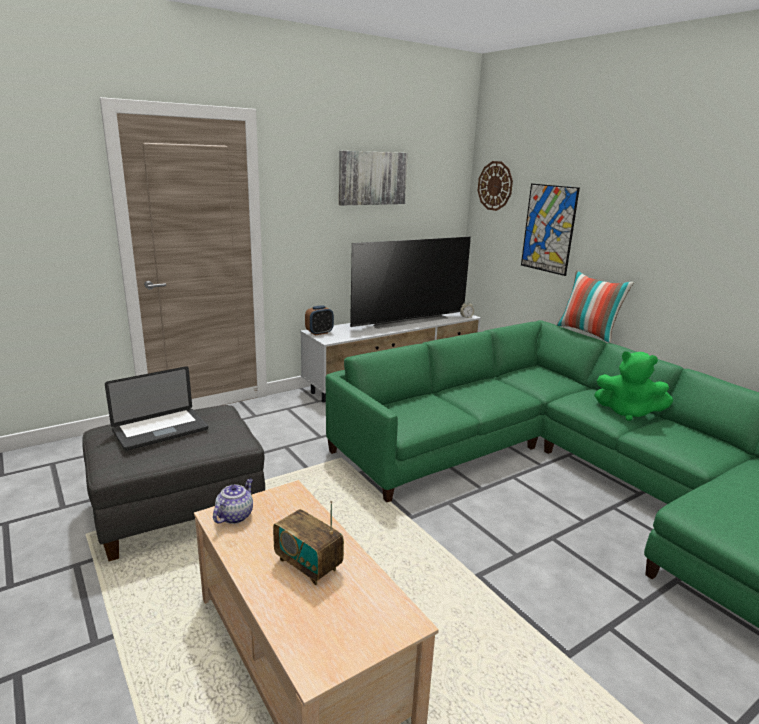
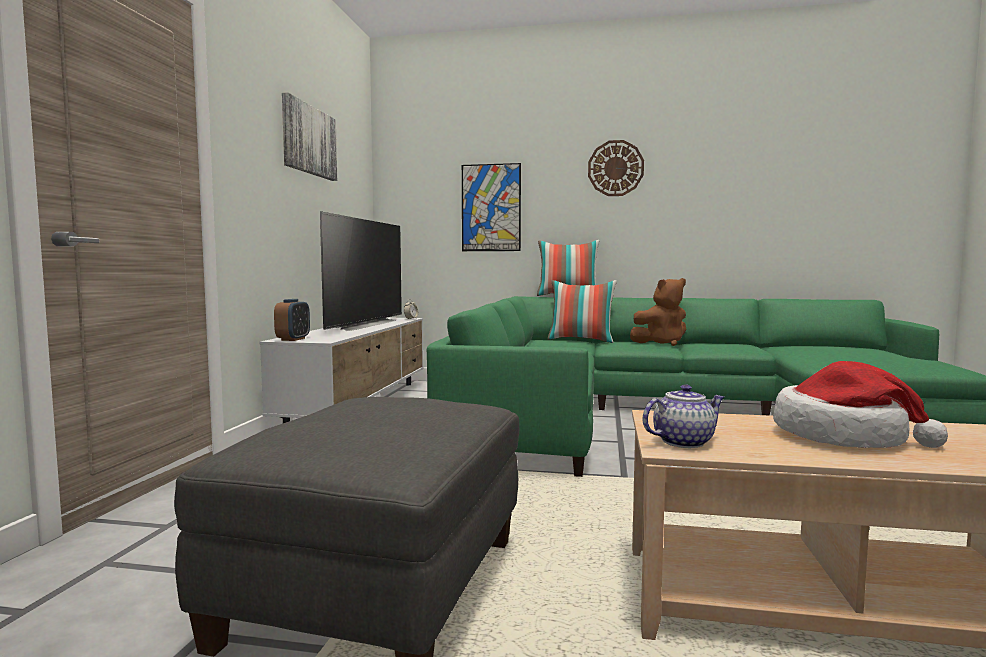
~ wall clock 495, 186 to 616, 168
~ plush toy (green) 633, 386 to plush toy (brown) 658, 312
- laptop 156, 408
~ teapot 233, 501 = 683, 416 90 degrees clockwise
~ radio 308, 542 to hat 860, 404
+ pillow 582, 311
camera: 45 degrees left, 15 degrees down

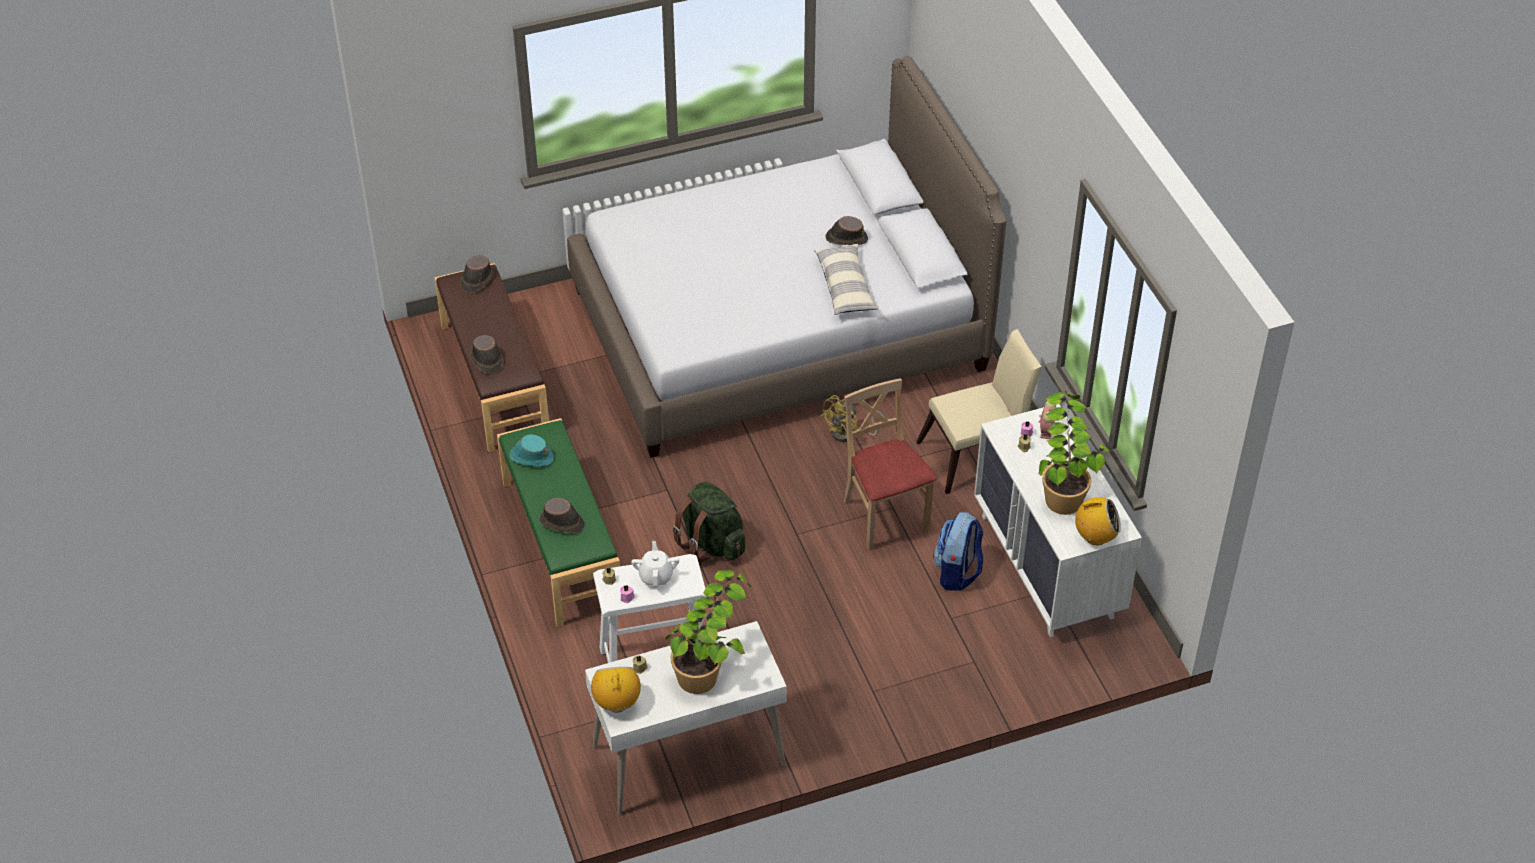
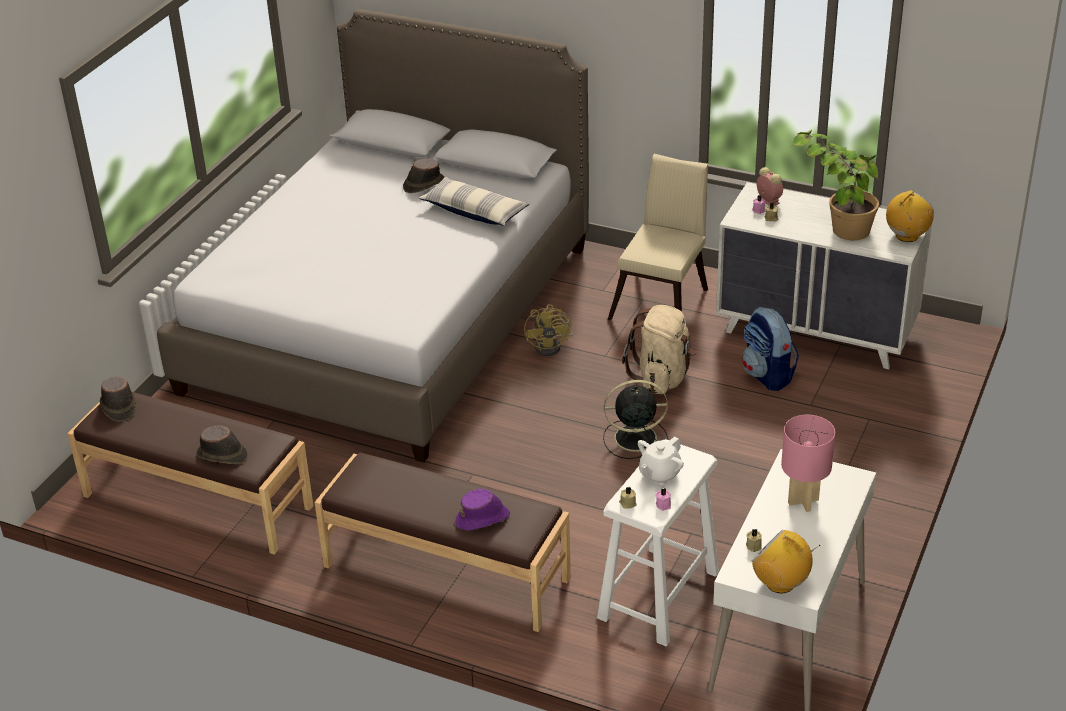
~ chair (beige) 890, 464 to backpack (beige) 659, 349
~ bench (green) 558, 522 to bench (brown) 443, 542
- hat (turquoise) 532, 450
- backpack (green) 709, 522
~ hat (brown) 561, 516 to hat (purple) 482, 510
~ teapot (white) 655, 563 = 661, 460 90 degrees counterclockwise
~ potted plant 708, 632 to table lamp (pink) 808, 463
+ fan (black) 635, 419
camera: 45 degrees left, 10 degrees down

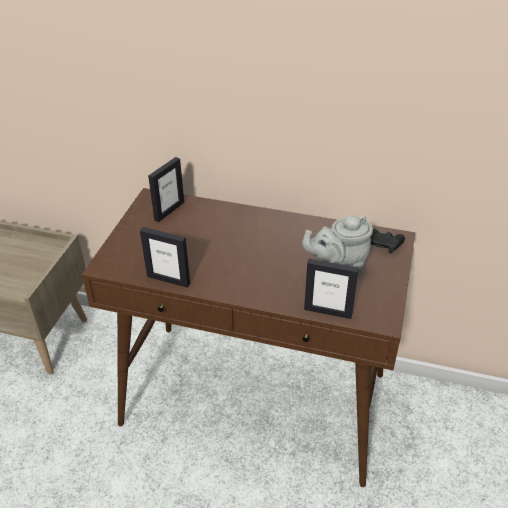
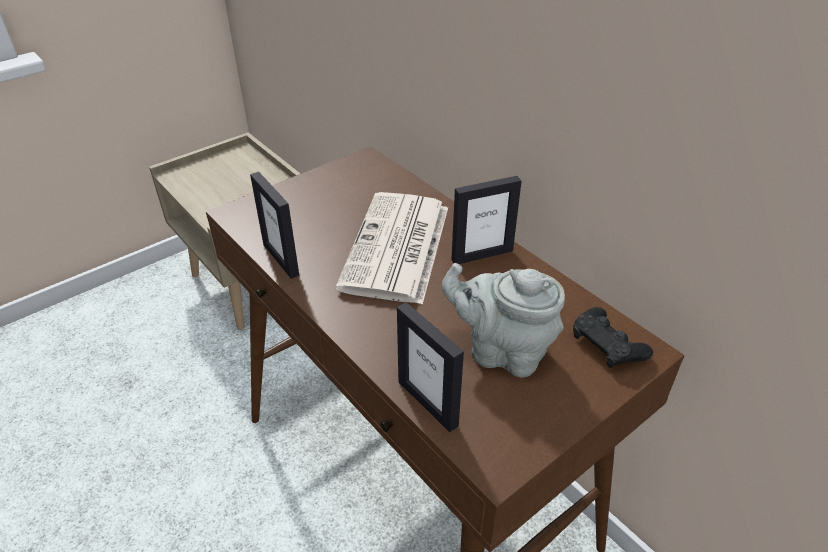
~ picture frame 166, 189 to 486, 220
+ newspaper 392, 248
camera: 35 degrees right, 0 degrees up

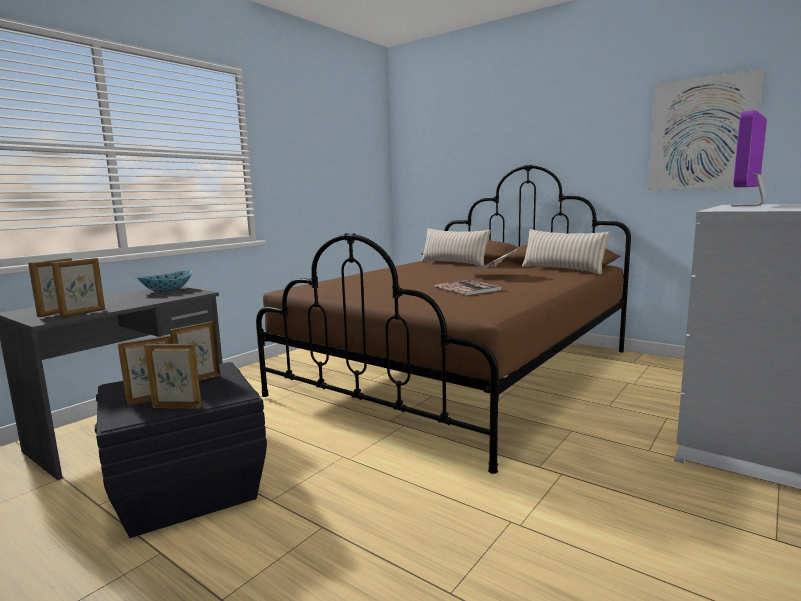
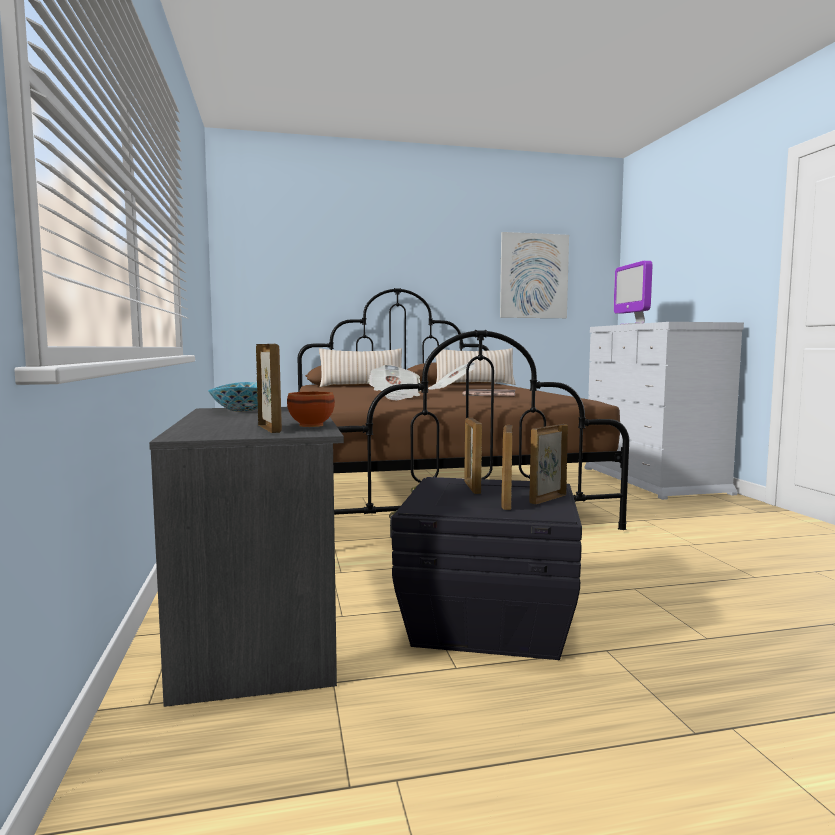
~ picture frame 78, 287 to bowl (brown) 311, 409
+ newspaper 394, 382
camera: 50 degrees left, 5 degrees down

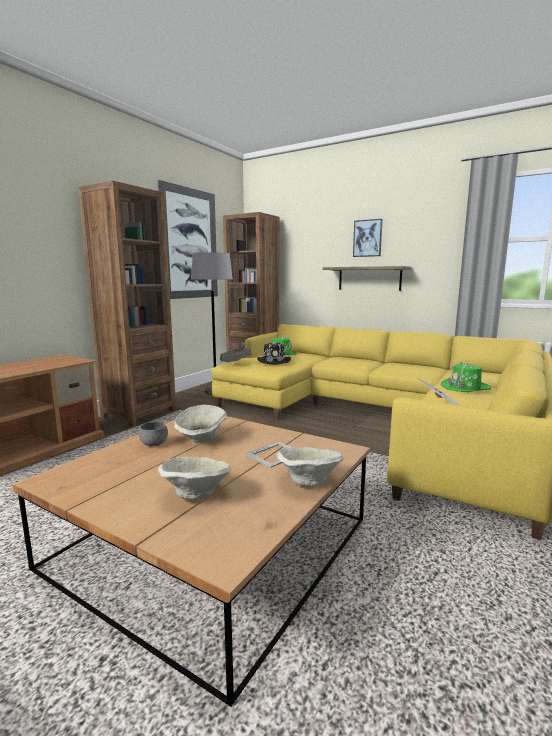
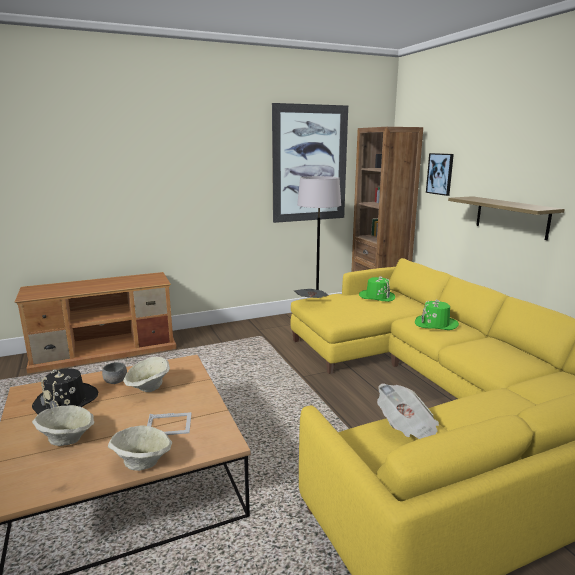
- bookcase (brown) 127, 304
~ picture 368, 238 to 440, 174
~ hat (black) 274, 353 to 65, 391
~ hat (green) 466, 376 to 437, 314
camera: 35 degrees right, 5 degrees up

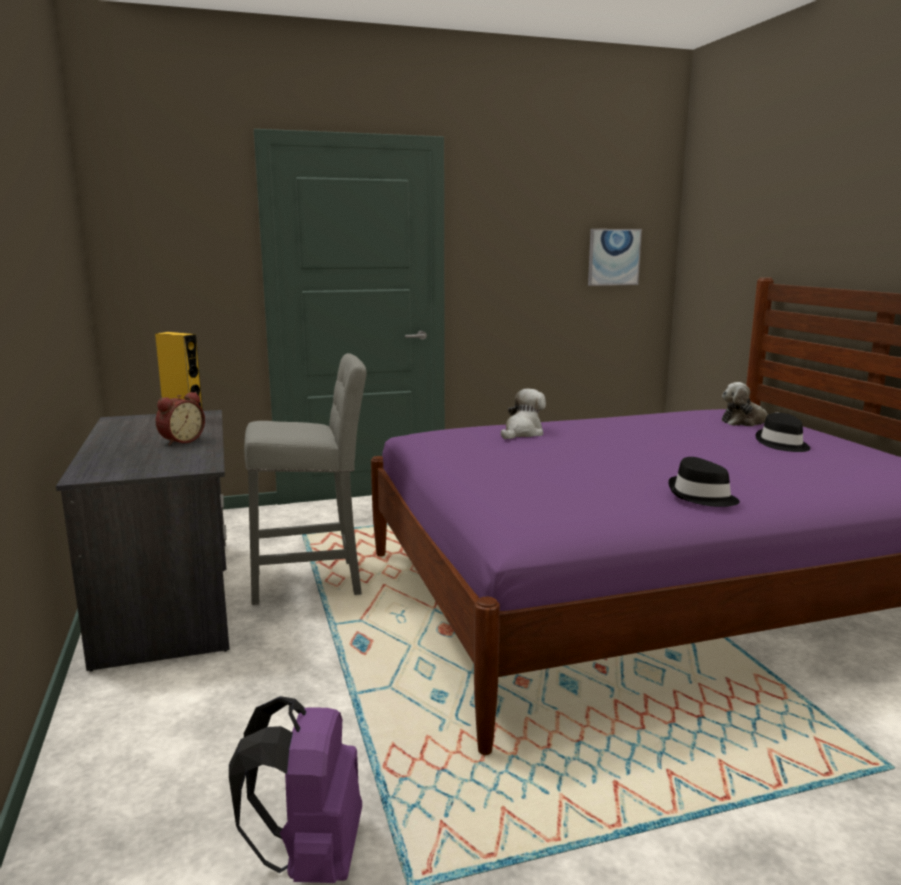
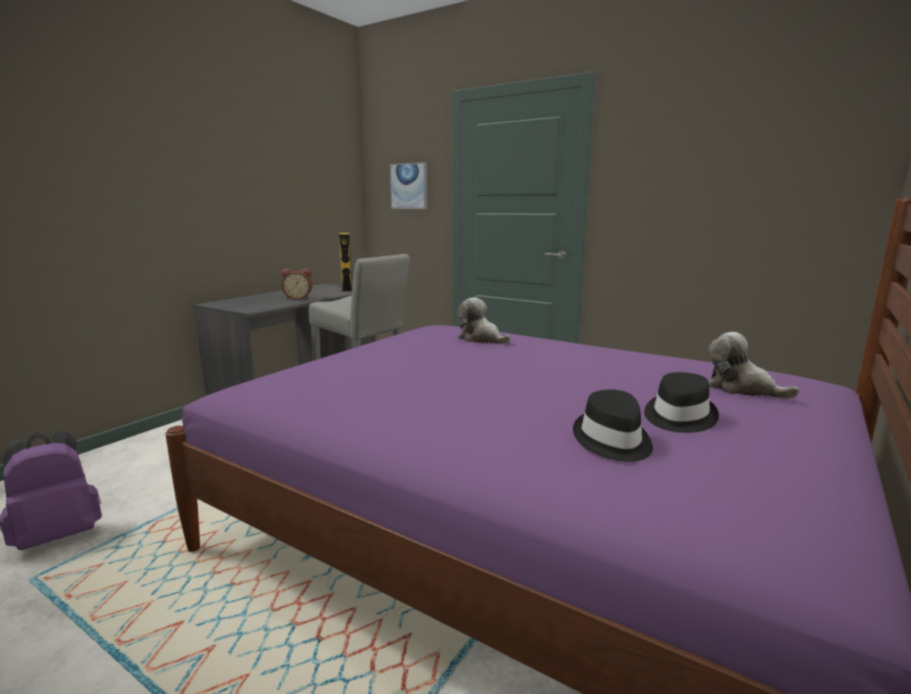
~ picture 615, 257 to 408, 185
~ plush toy 523, 414 = 484, 320 135 degrees counterclockwise
~ hat (black) 704, 482 to 613, 425
camera: 50 degrees right, 0 degrees up

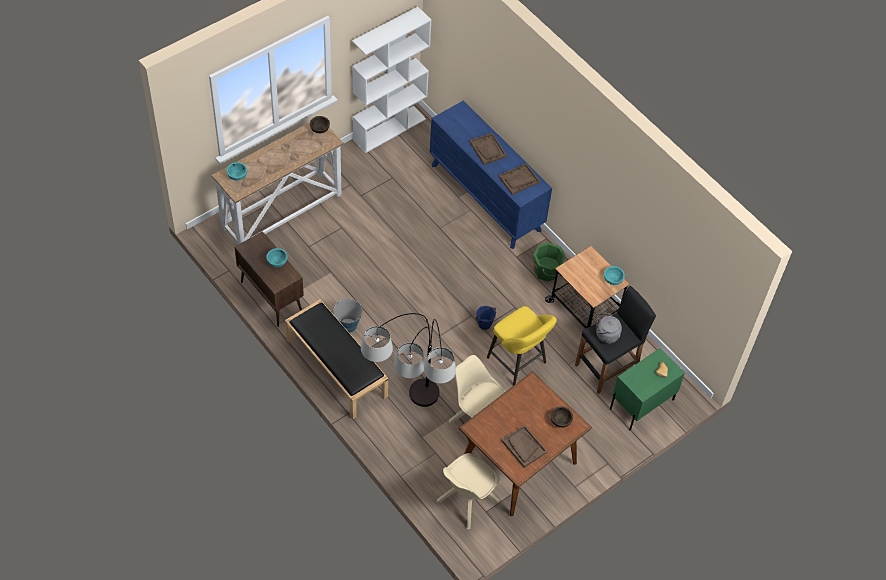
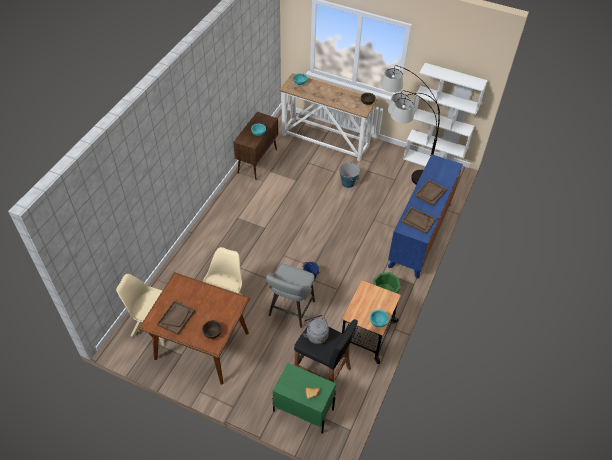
- bench (black) 336, 359
~ bucket 348, 316 to 349, 175
~ stool (yellow) 522, 345 to stool (grey) 290, 296
~ floor lamp 408, 360 to 410, 125
camera: 65 degrees right, 5 degrees down

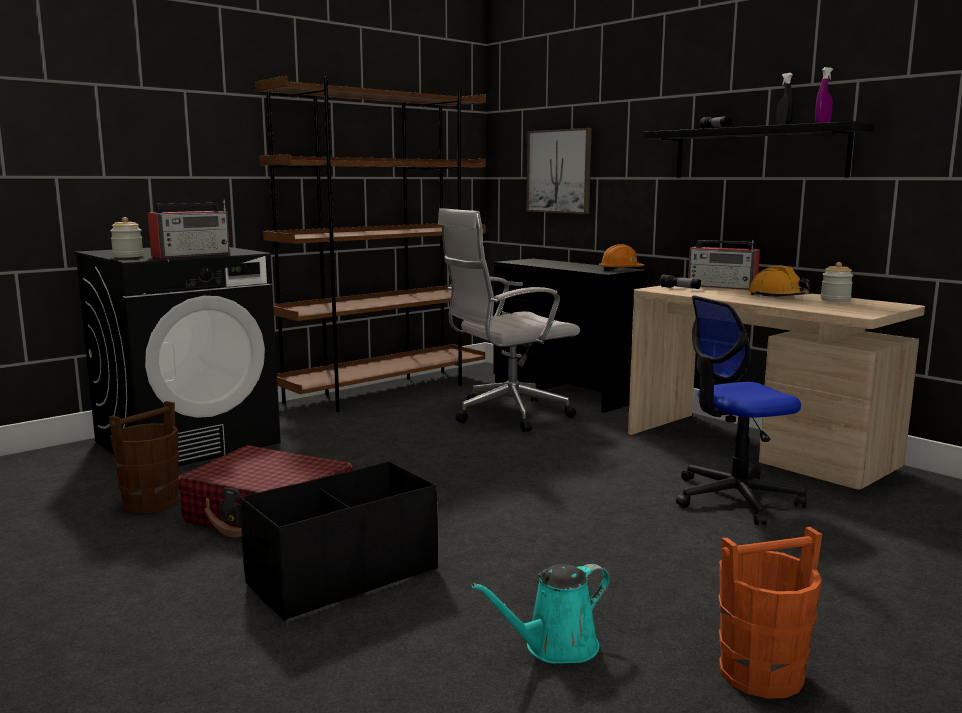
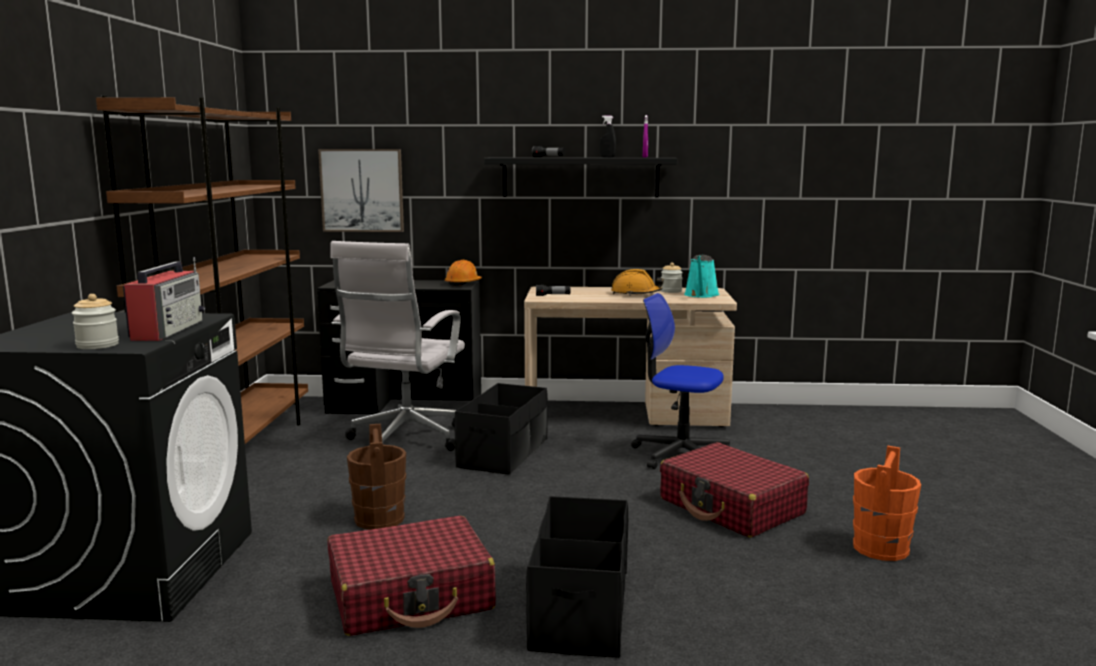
- radio 724, 265
~ office chair 741, 410 = 680, 381 90 degrees clockwise
~ bucket (brown) 144, 457 to 376, 477
~ watering can (turquoise) 540, 614 to 702, 276
+ storage box (black) 501, 429
+ suitcase (red) 734, 490
camera: 45 degrees left, 0 degrees up

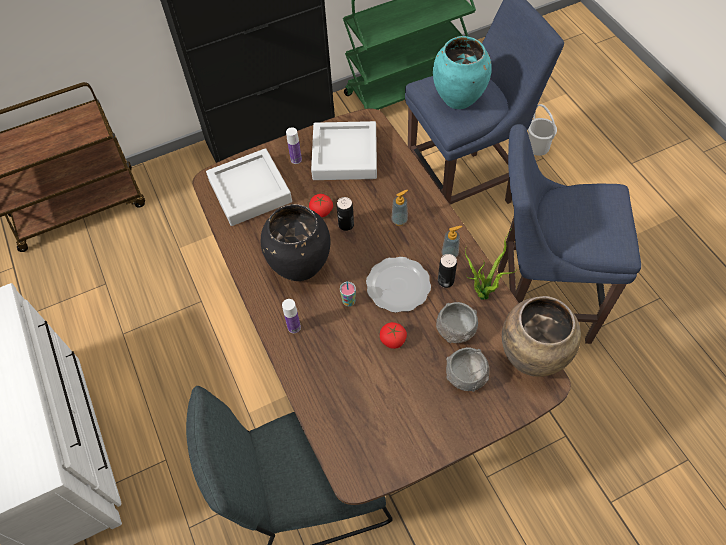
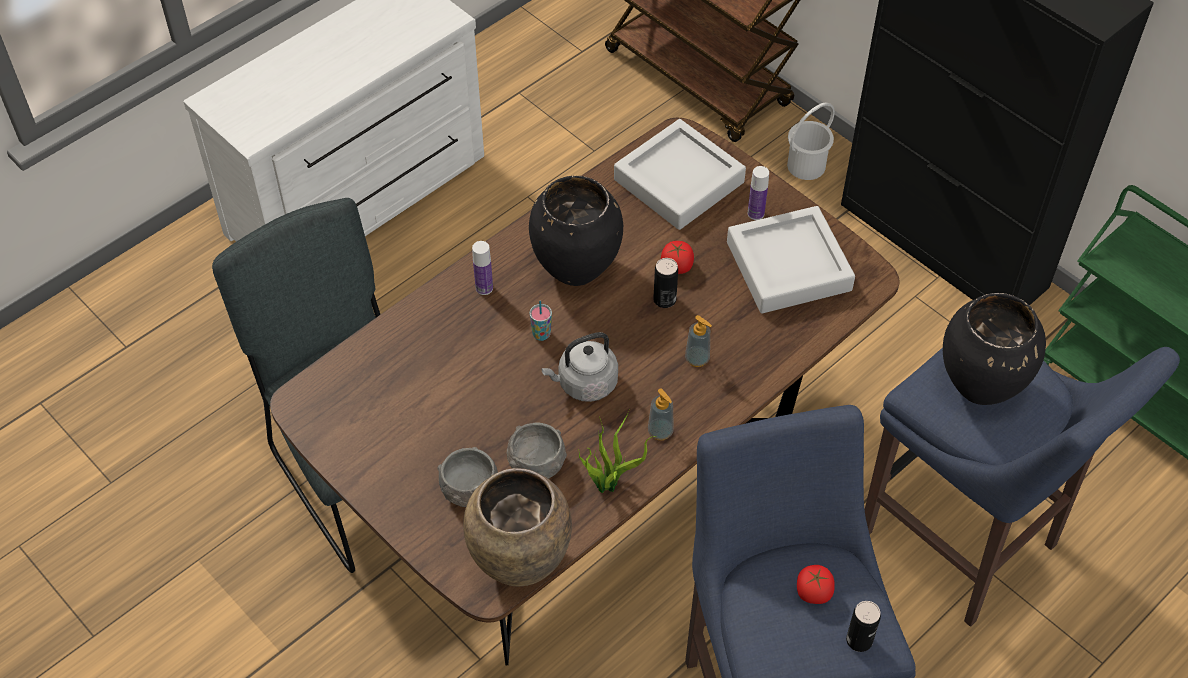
~ vase (turquoise) 462, 72 to vase (black) 994, 349
~ bucket (white) 542, 130 to 811, 141
~ can 447, 271 to 863, 626
~ plate 398, 285 to kettle (grey) 579, 367
~ tomato 393, 335 to 816, 584
camera: 70 degrees right, 5 degrees down

